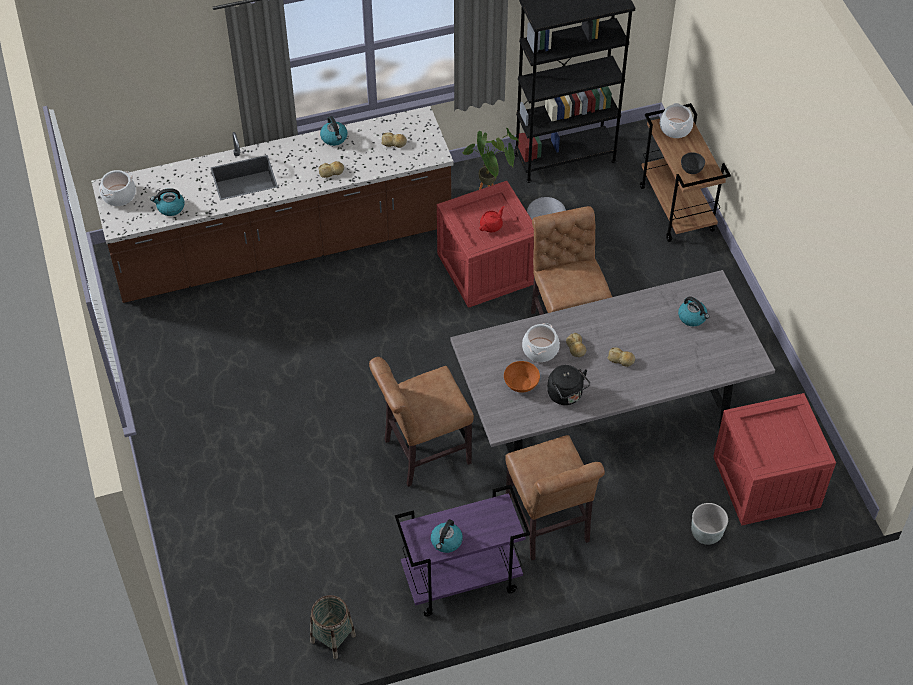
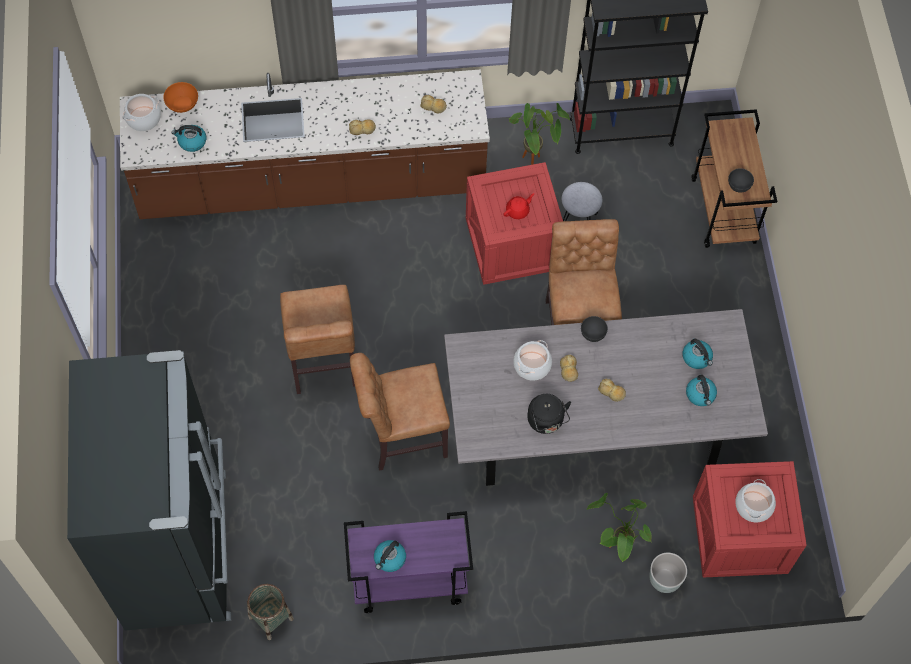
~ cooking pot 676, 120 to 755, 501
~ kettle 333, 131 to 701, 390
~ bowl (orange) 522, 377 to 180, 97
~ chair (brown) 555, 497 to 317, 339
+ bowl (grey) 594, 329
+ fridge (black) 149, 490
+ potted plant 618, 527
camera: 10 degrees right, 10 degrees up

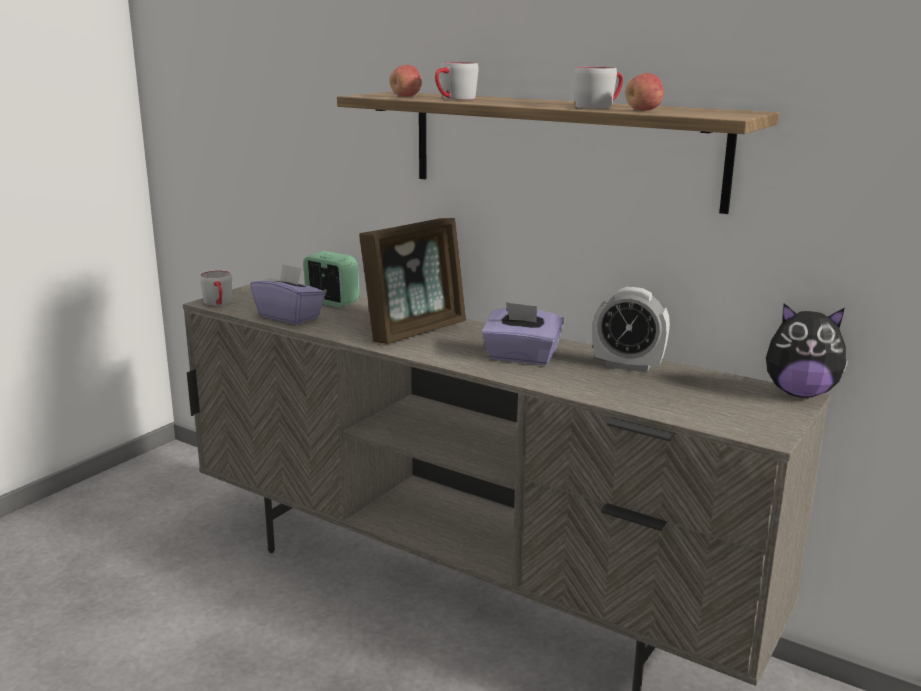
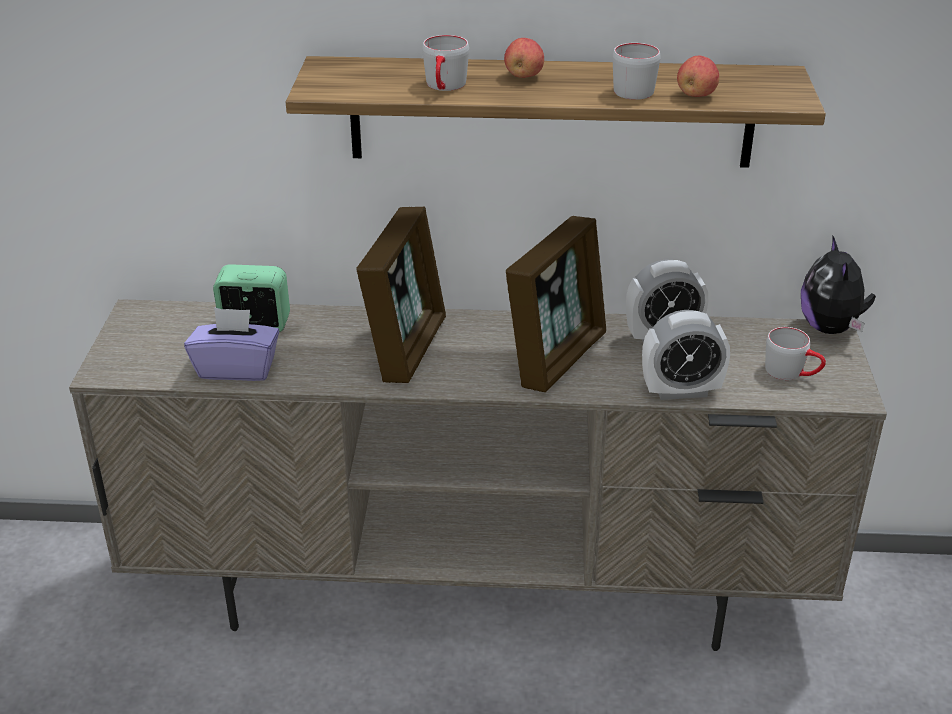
~ apple 405, 81 to 524, 58
~ mug (grey) 215, 288 to 795, 353
~ tissue box (purple) 523, 333 to picture frame 556, 304
~ plush toy 807, 350 = 838, 284 105 degrees clockwise
+ alarm clock 686, 355
camera: 30 degrees left, 15 degrees up

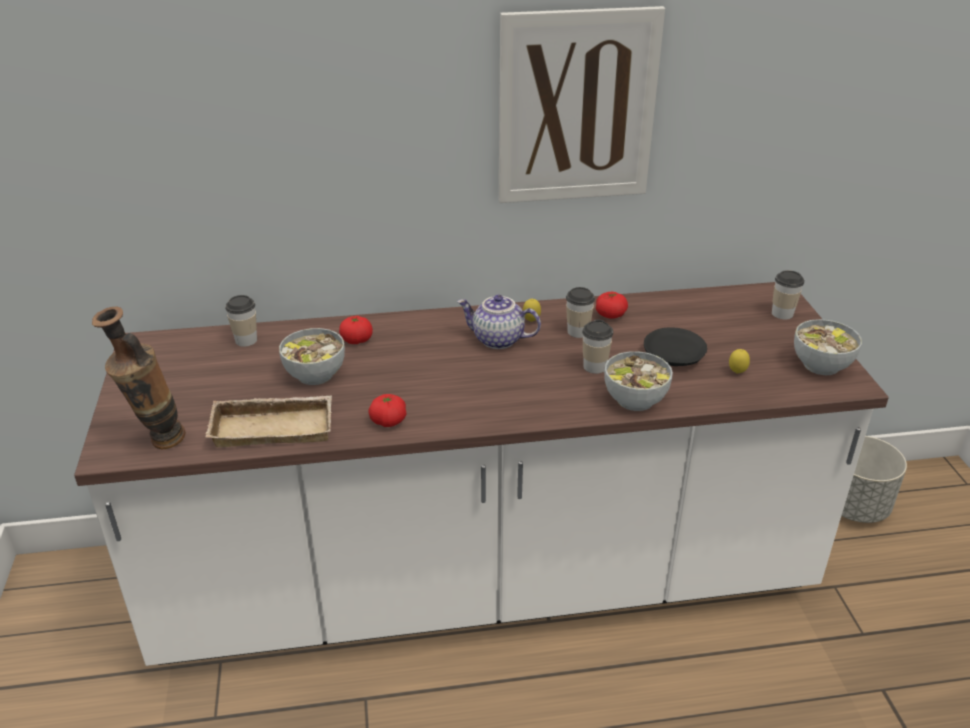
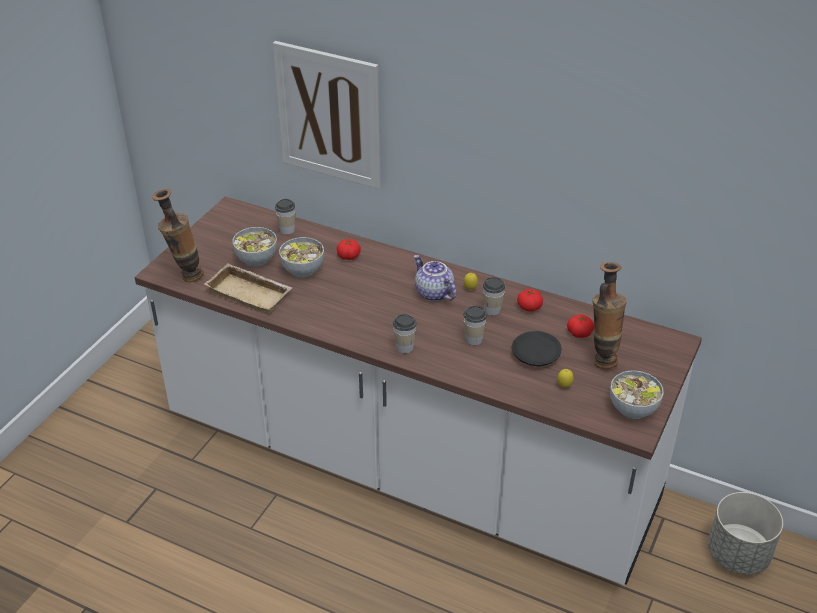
~ picture 582, 104 to 326, 115
~ cup 788, 294 to 404, 334
~ bowl 638, 381 to 254, 247
~ tomato 387, 410 to 580, 326
+ vase 609, 315
camera: 35 degrees right, 5 degrees up

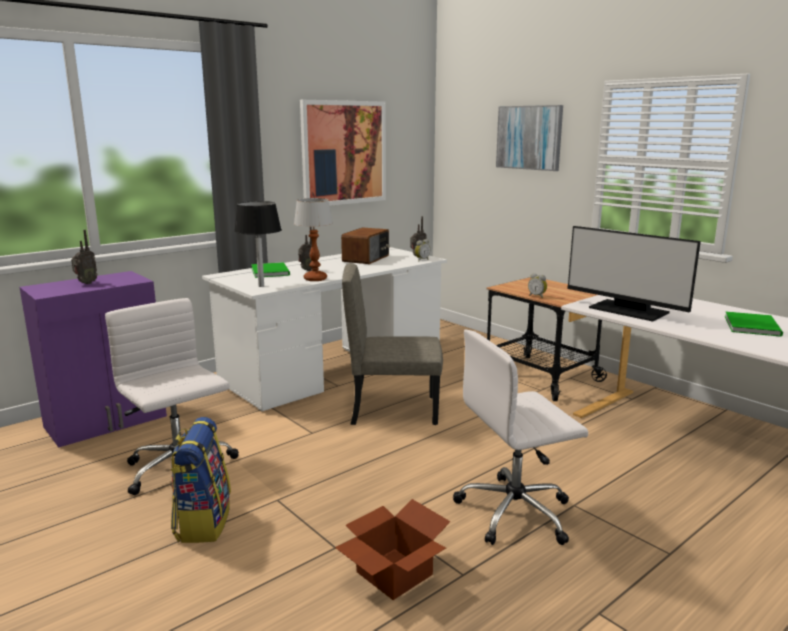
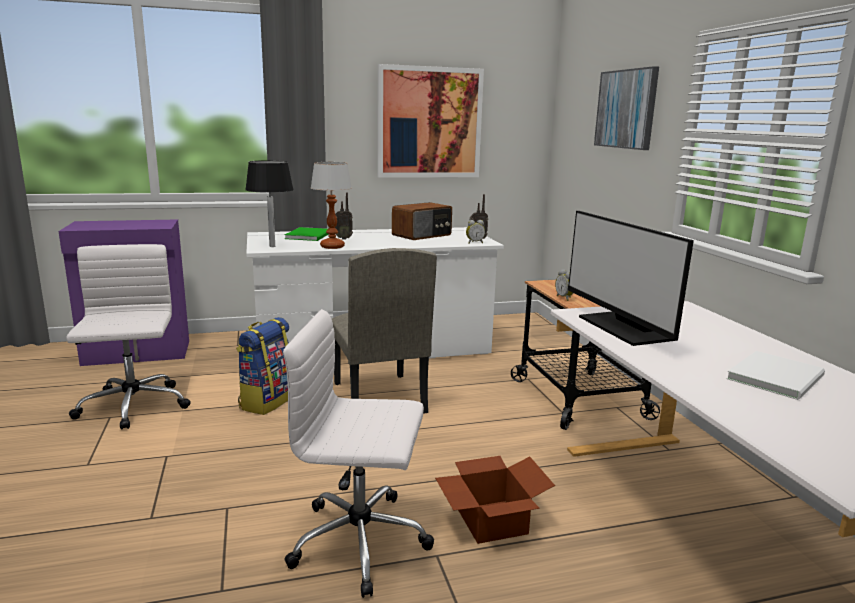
- radio 84, 257
~ chair (beige) 392, 344 = 384, 331 135 degrees counterclockwise
~ book (green) 754, 324 to book (white) 775, 375
~ backpack 201, 480 to 262, 366
~ cardboard box 392, 549 to 495, 500
camera: 25 degrees right, 0 degrees up

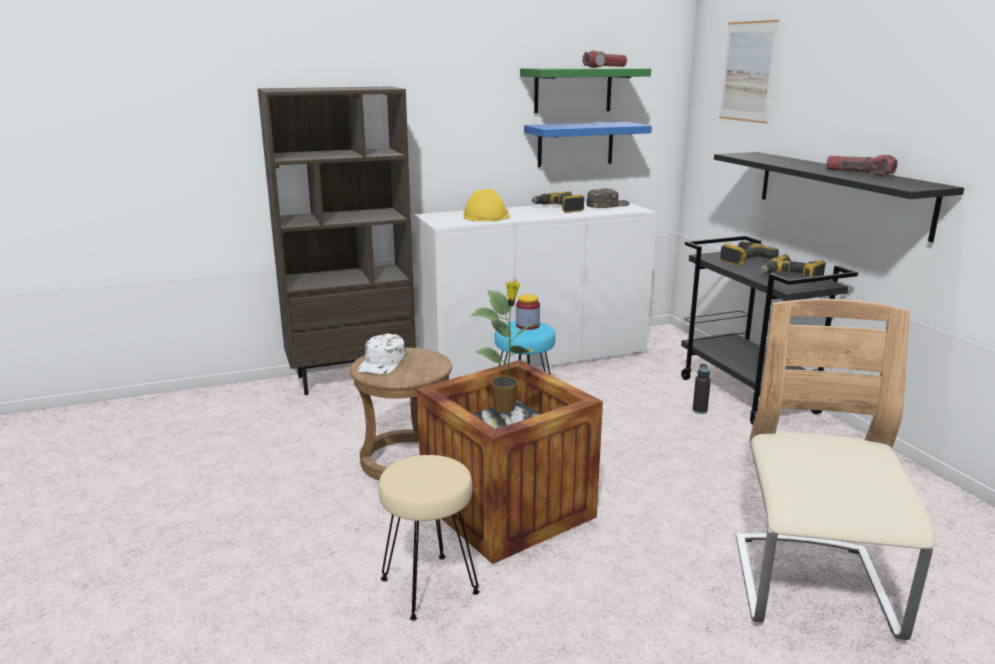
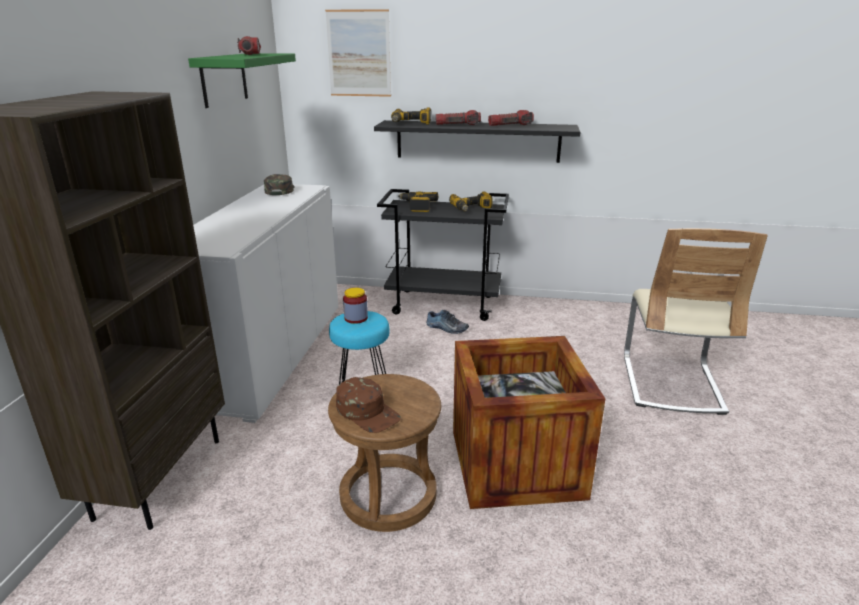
- shelf (blue) 588, 144
- hard hat (yellow) 487, 205
~ power drill 557, 202 to 411, 116
- potted plant 505, 347
~ chair (beige) 835, 469 = 696, 321 120 degrees counterclockwise
~ cap (white) 381, 353 to cap (brown) 368, 405
~ bottle (black) 702, 388 to shoe 447, 322
- stool (beige) 429, 537
+ flashlight 458, 117
camera: 60 degrees left, 5 degrees up

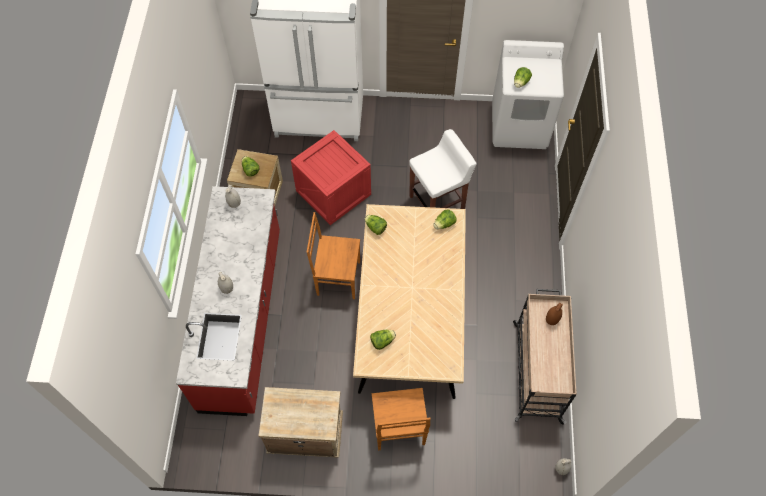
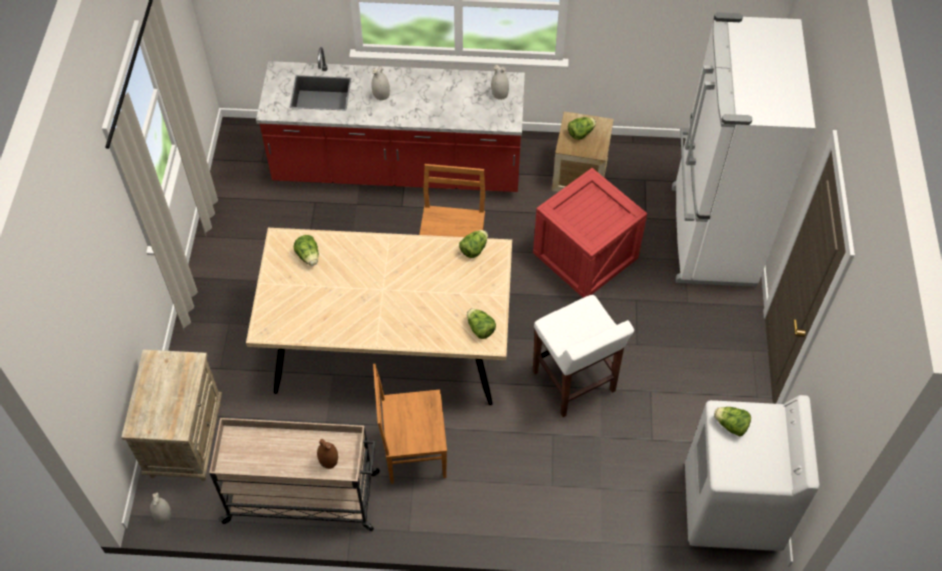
~ nightstand (beige) 300, 422 to 171, 415
~ chair (brown) 401, 419 to 410, 424
camera: 90 degrees right, 5 degrees down

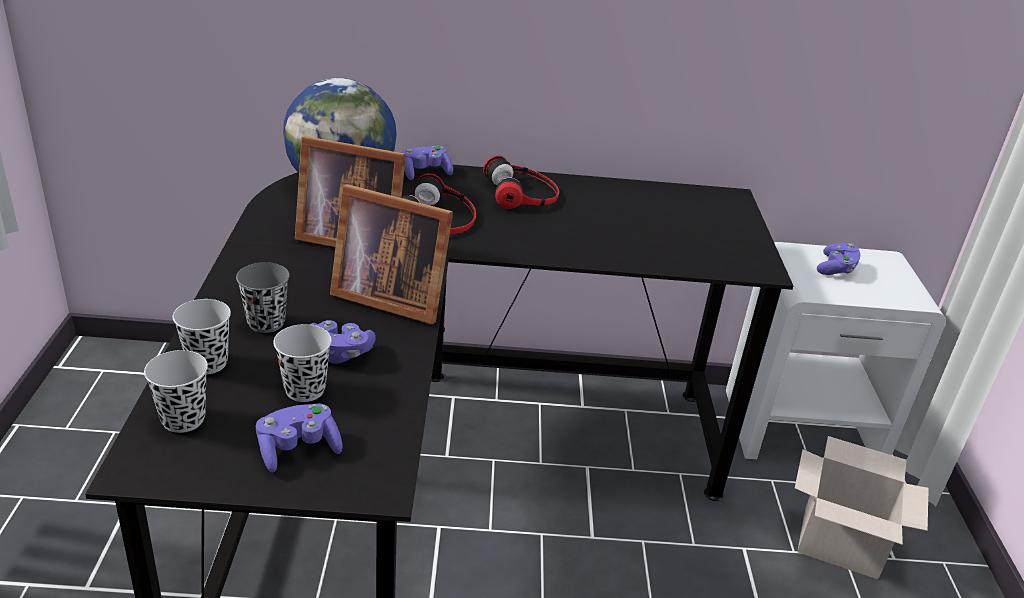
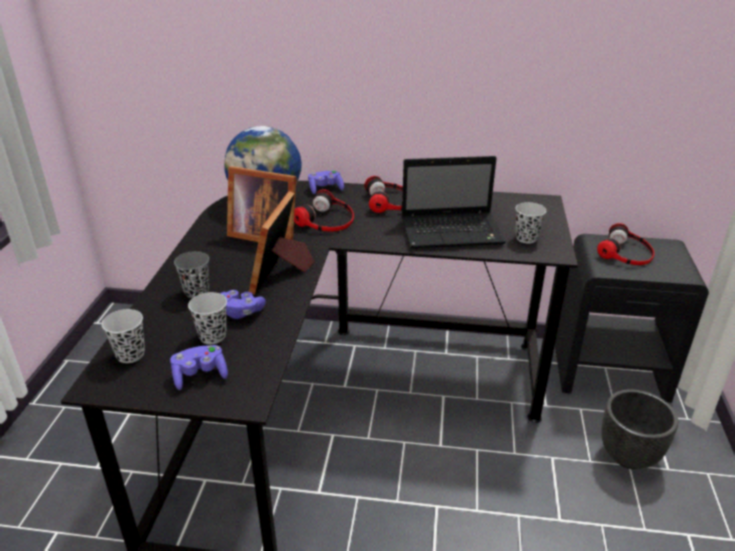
~ picture frame 391, 254 = 282, 243 75 degrees clockwise
~ nightstand (white) 836, 350 to nightstand (black) 632, 318
~ game controller (purple) 839, 259 to headphones 625, 244
~ cup (black) 202, 337 to 531, 223
~ cardboard box 862, 507 to planter (black) 639, 429
+ laptop 453, 202
camera: 10 degrees right, 0 degrees up

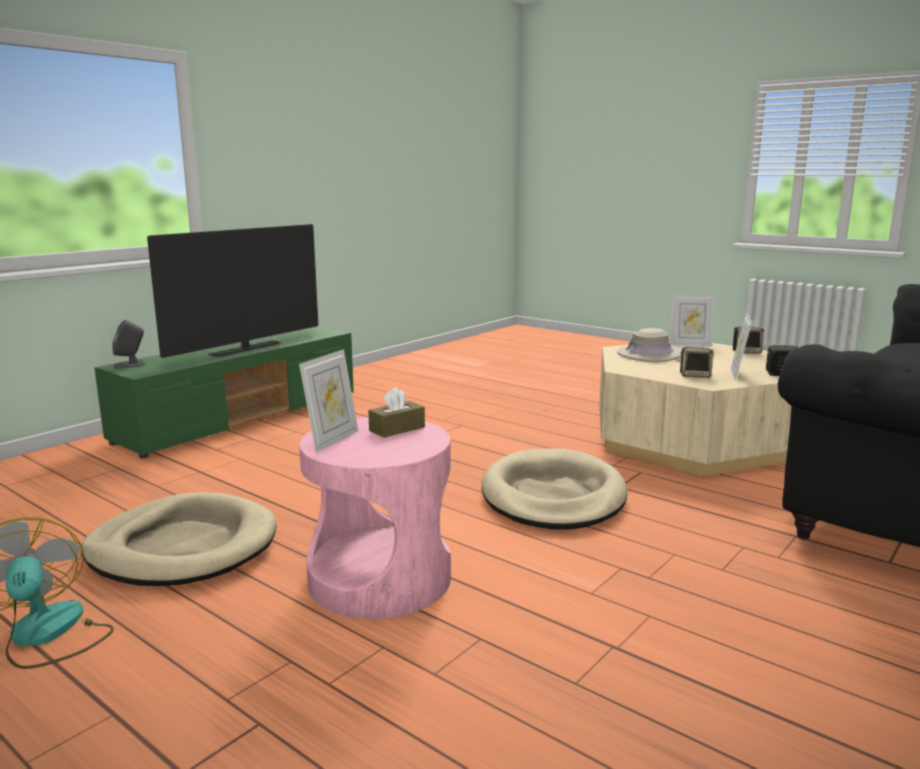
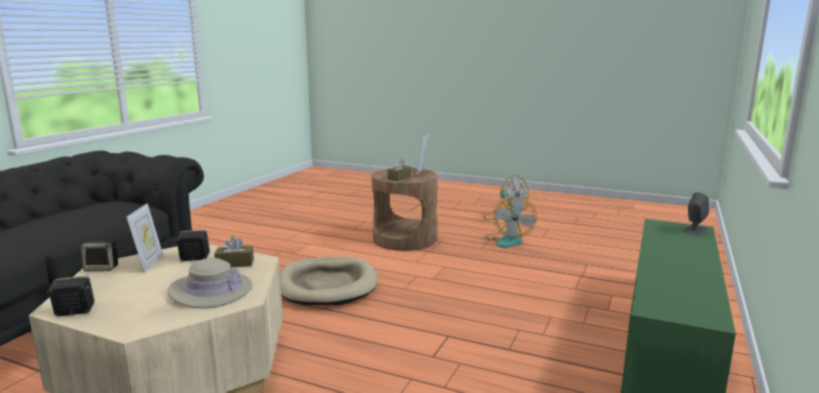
- television 232, 291
- picture frame 692, 321
~ side table (pink) 375, 518 to side table (brown) 405, 209
~ dog bed (beige) 178, 539 to fan 511, 221
+ tissue box (brown) 234, 251
camera: 165 degrees right, 0 degrees up

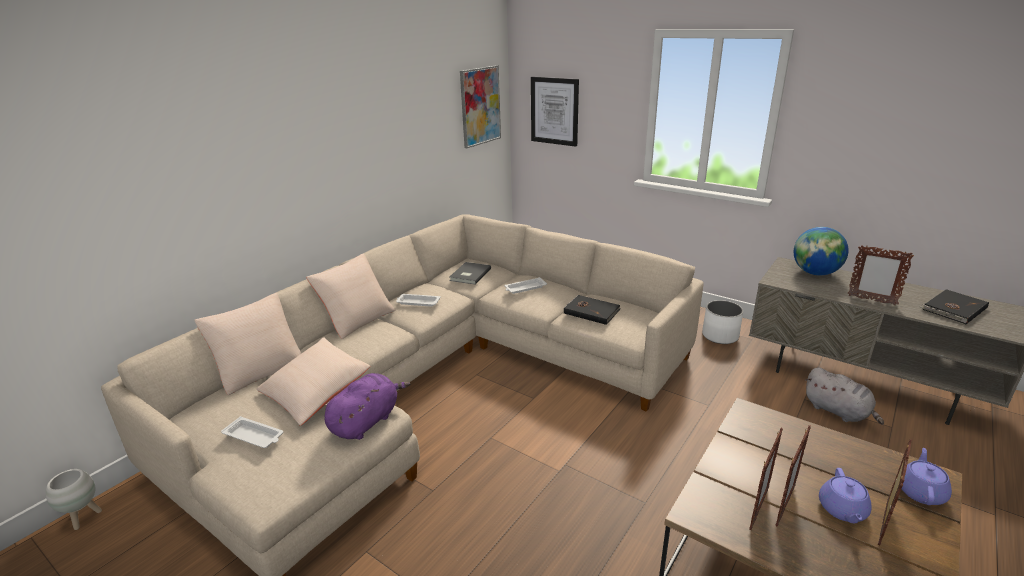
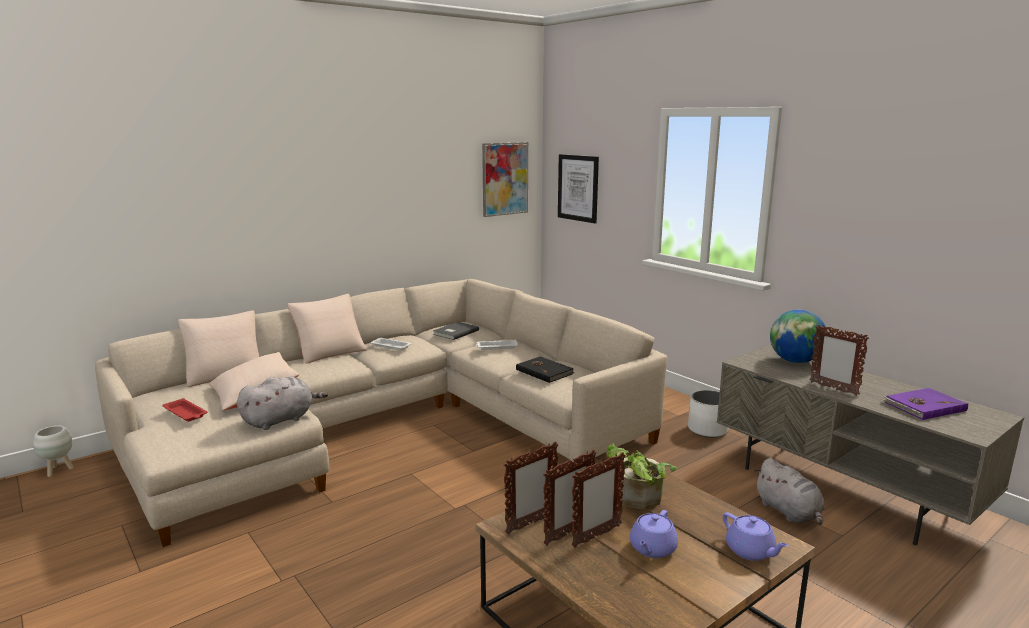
~ book (black) 954, 306 to book (purple) 925, 404
~ plush toy (purple) 367, 406 to plush toy (grey) 282, 403
~ tray (white) 252, 432 to tray (red) 184, 410
~ picture frame 895, 492 to 531, 487
~ teapot (purple) 927, 476 = 756, 536 105 degrees clockwise
+ potted plant 641, 476
camera: 15 degrees right, 10 degrees down

